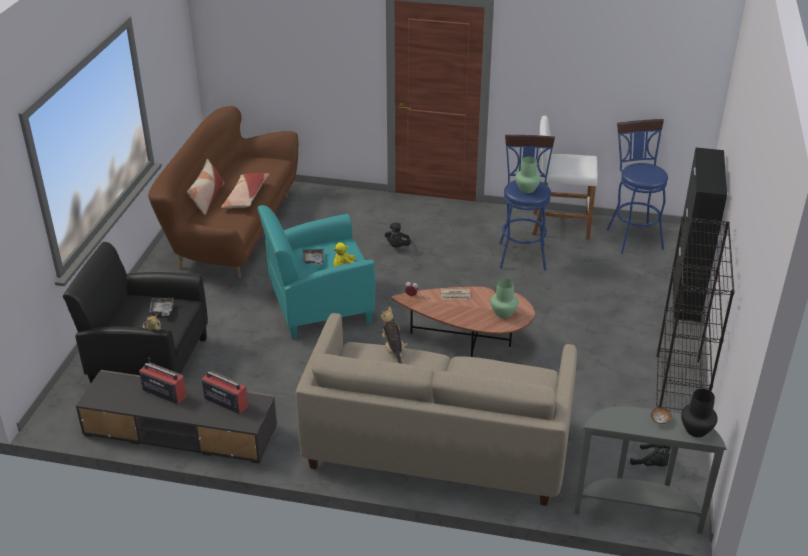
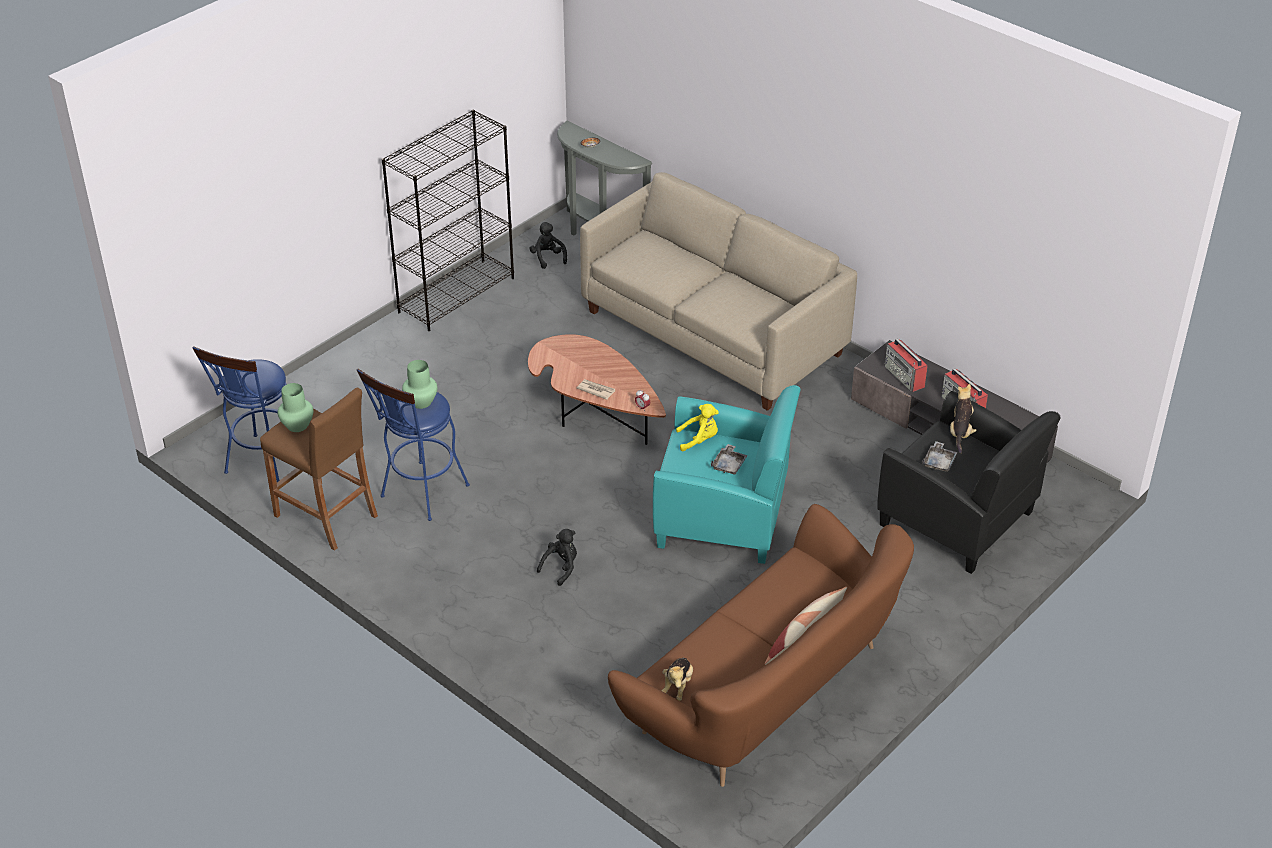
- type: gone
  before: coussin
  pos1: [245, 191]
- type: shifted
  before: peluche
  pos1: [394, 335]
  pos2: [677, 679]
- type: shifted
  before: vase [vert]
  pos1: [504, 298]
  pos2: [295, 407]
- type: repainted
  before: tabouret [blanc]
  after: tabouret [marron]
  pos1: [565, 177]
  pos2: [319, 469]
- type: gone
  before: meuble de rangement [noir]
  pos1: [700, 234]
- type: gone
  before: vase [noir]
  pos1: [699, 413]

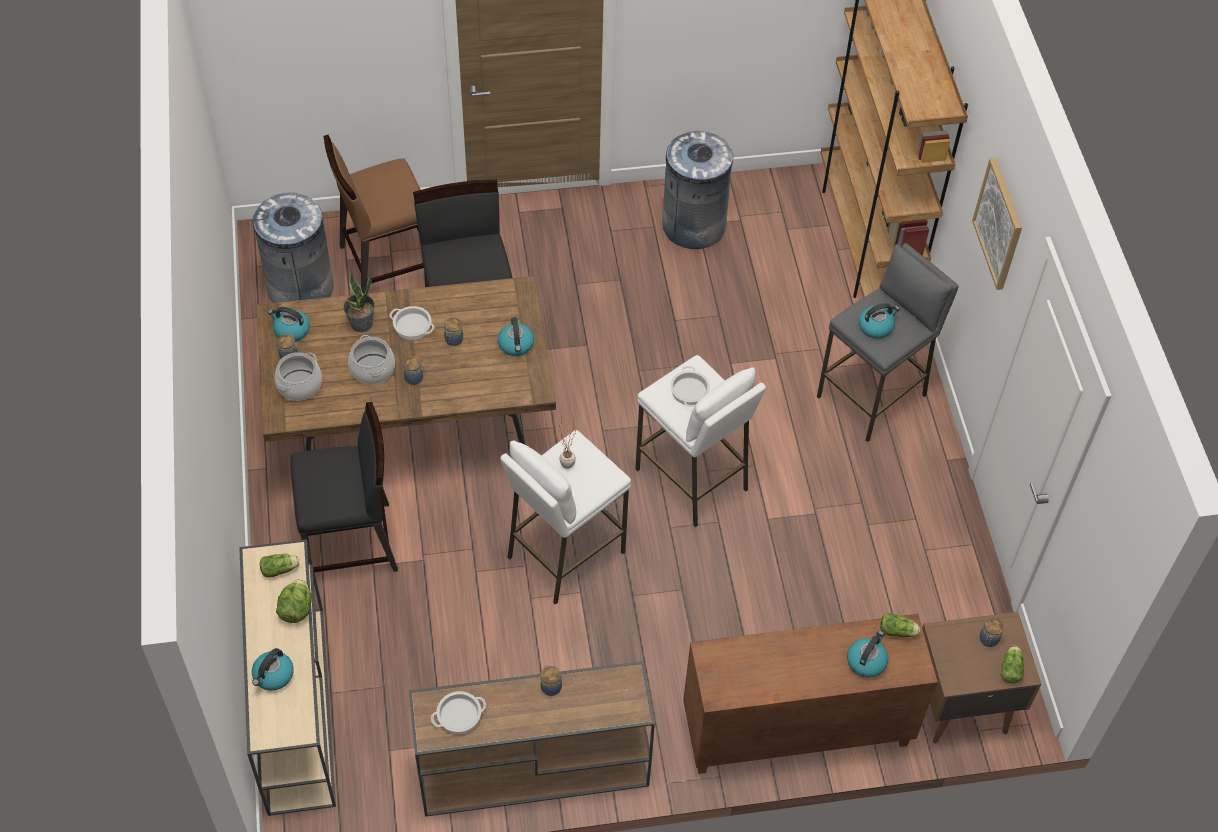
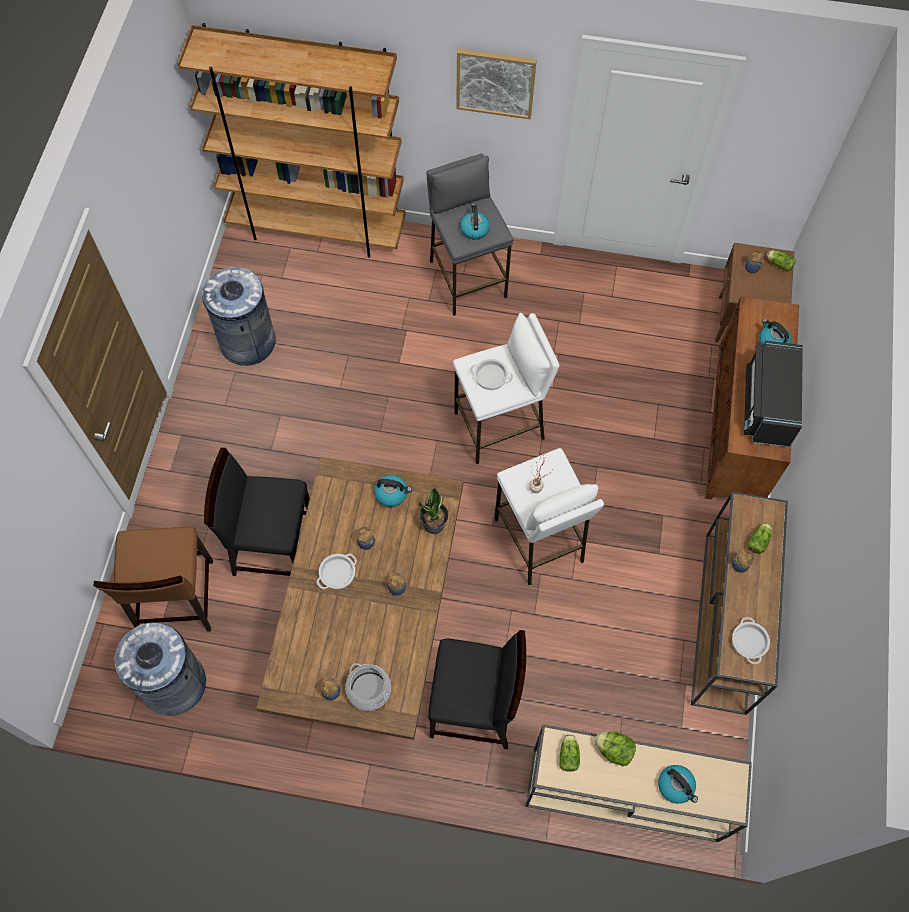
- type: gone
  before: bouilloire
  pos1: [289, 324]
- type: rotated
  before: chaise [noir]
  pos1: [344, 487]
  pos2: [477, 689]
  turn: 90
- type: shifted
  before: plante en pot
  pos1: [359, 301]
  pos2: [433, 511]
- type: gone
  before: marmite
  pos1: [371, 360]
- type: shifted
  before: laitue
  pos1: [900, 625]
  pos2: [759, 538]
- type: new
  after: micro-ondes [noir]
  pos2: [773, 394]

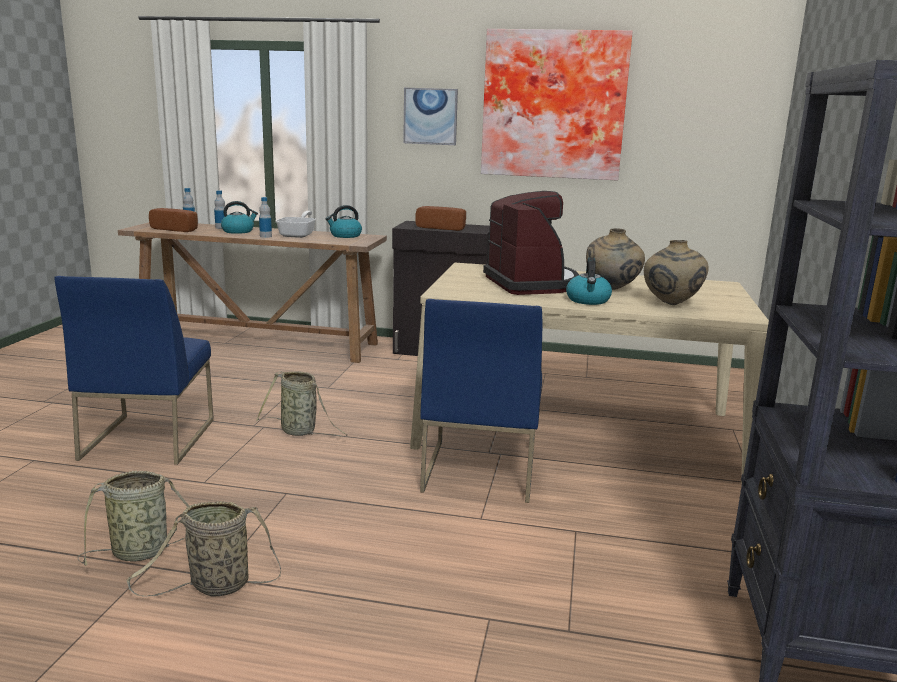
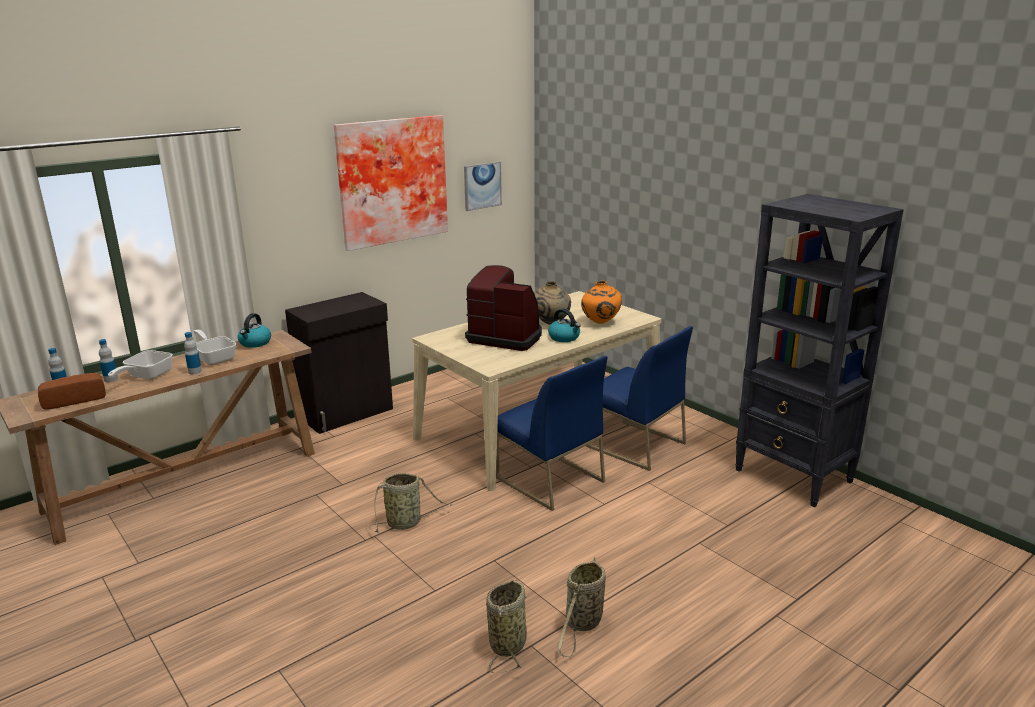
- type: shifted
  before: chaise [bleu]
  pos1: [134, 370]
  pos2: [639, 398]
- type: swapped
  before: bouilloire
  after: poêle
  pos1: [239, 217]
  pos2: [140, 364]
- type: shifted
  before: tableau
  pos1: [430, 116]
  pos2: [483, 186]
- type: gone
  before: pain
  pos1: [440, 218]
- type: repainted
  before: vase [beige]
  after: vase [orange]
  pos1: [676, 272]
  pos2: [601, 302]

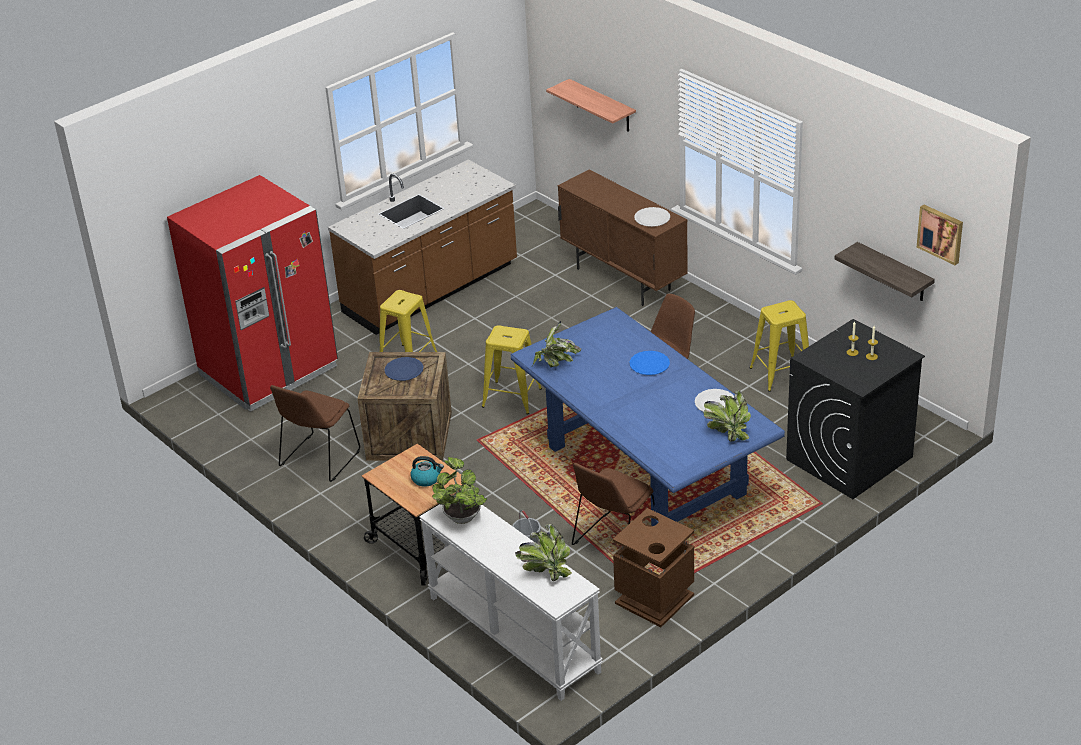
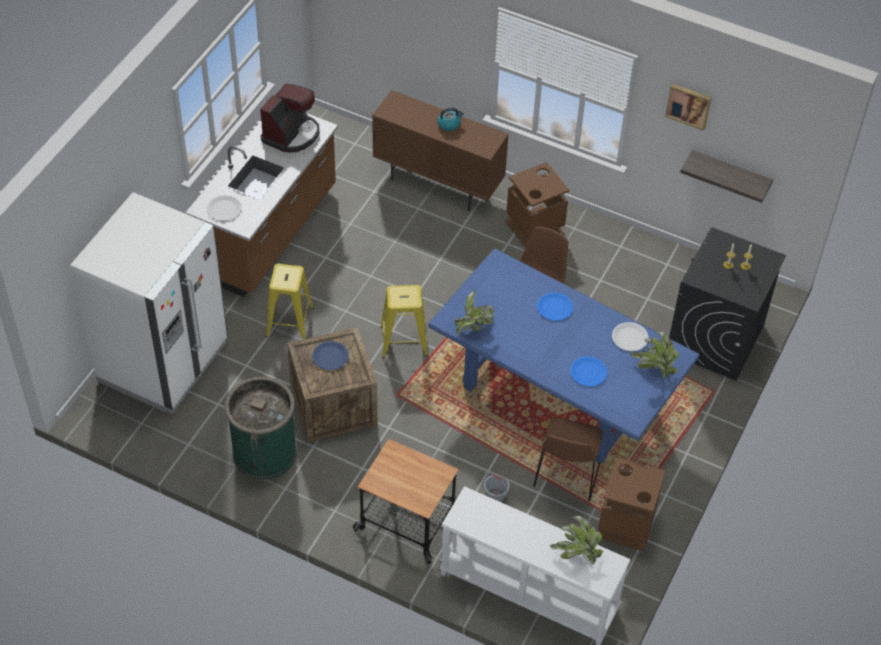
- type: repainted
  before: réfrigérateur [rouge]
  after: réfrigérateur [blanc]
  pos1: [252, 293]
  pos2: [149, 303]
- type: swapped
  before: chaise [marron]
  after: poubelle [vert]
  pos1: [315, 433]
  pos2: [261, 428]
- type: shifted
  before: bouilloire
  pos1: [427, 471]
  pos2: [450, 119]
- type: gone
  before: plante en pot
  pos1: [459, 490]
- type: gone
  before: étagère
  pos1: [591, 105]
- type: shifted
  before: assiette [blanc]
  pos1: [652, 217]
  pos2: [224, 208]
- type: gone
  before: tabouret [jaune]
  pos1: [779, 346]
- type: shifted
  before: tableau
  pos1: [940, 235]
  pos2: [688, 107]
- type: new
  after: machine à café
  pos2: [290, 118]
- type: new
  after: poubelle [marron]
  pos2: [537, 204]
- type: new
  after: assiette [bleu]
  pos2: [588, 371]

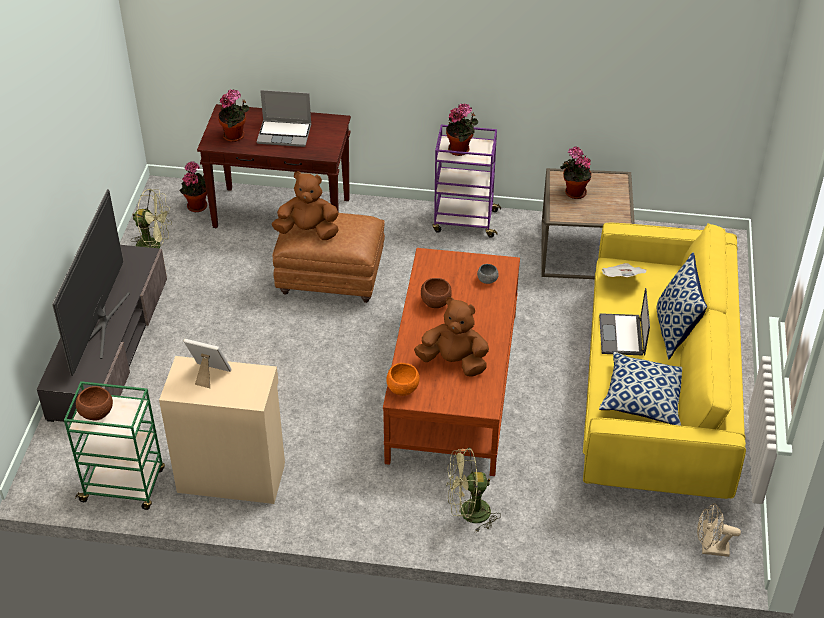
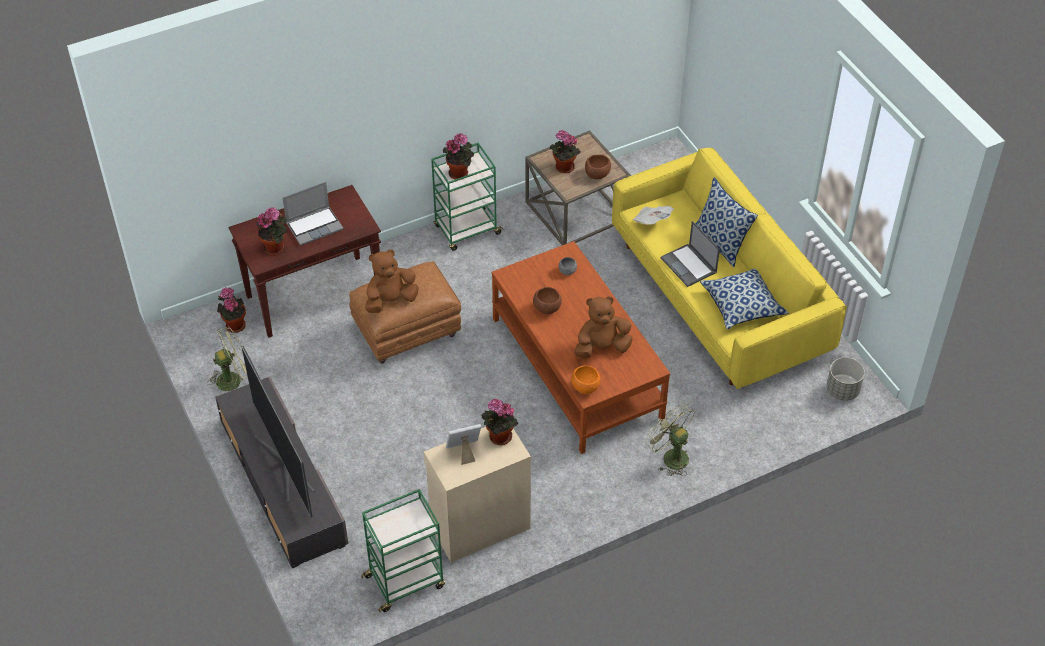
- type: shifted
  before: bol [marron]
  pos1: [94, 403]
  pos2: [598, 167]
- type: repainted
  before: chariot [violet]
  after: chariot [vert]
  pos1: [466, 181]
  pos2: [467, 197]
- type: rotated
  before: ventilateur [vert]
  pos1: [473, 490]
  pos2: [670, 439]
  turn: 90
- type: swapped
  before: ventilateur [beige]
  after: cache-pot [gris]
  pos1: [719, 530]
  pos2: [846, 379]
- type: new
  after: plante en pot
  pos2: [499, 422]

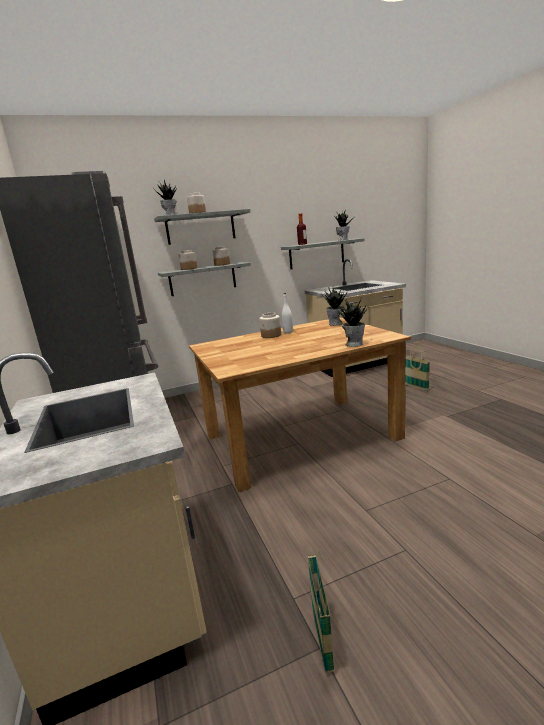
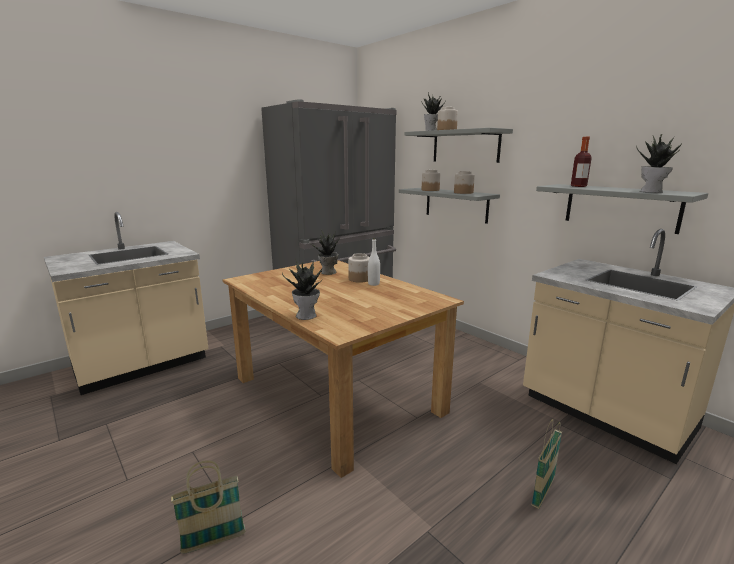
- type: shifted
  before: panier
  pos1: [321, 611]
  pos2: [208, 507]
- type: shifted
  before: plante en pot
  pos1: [334, 307]
  pos2: [325, 252]

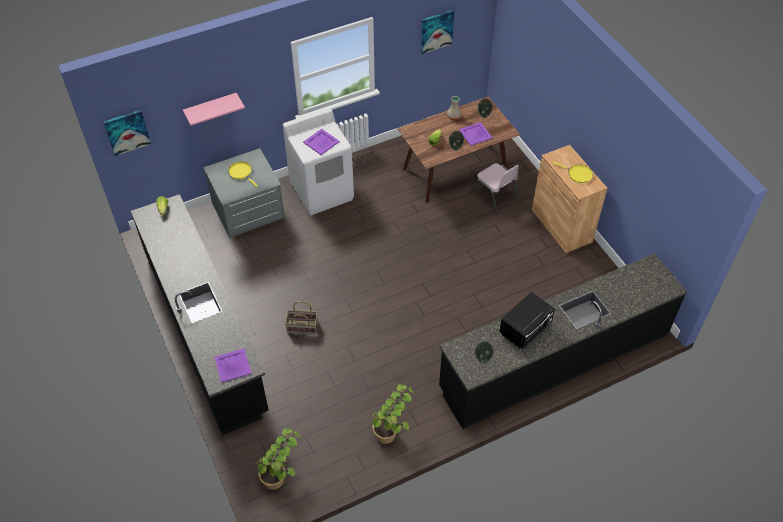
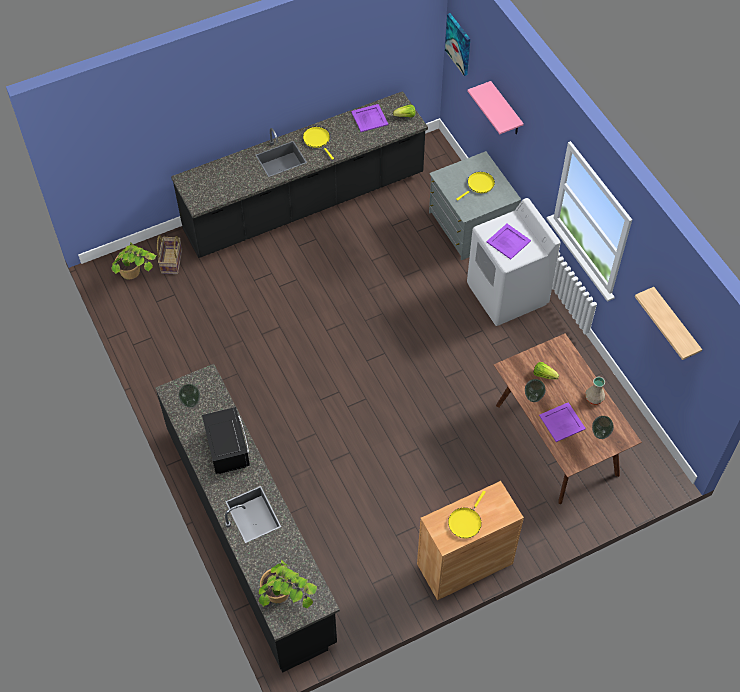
- type: shifted
  before: plateau [violet]
  pos1: [233, 365]
  pos2: [369, 118]
- type: shifted
  before: panier
  pos1: [301, 318]
  pos2: [169, 254]
- type: shifted
  before: plante en pot
  pos1: [392, 414]
  pos2: [288, 584]
- type: swapped
  before: tableau
  after: étagère
  pos1: [437, 32]
  pos2: [668, 323]
- type: gone
  before: chaise [rose]
  pos1: [494, 188]
- type: rotated
  before: micro-ondes [noir]
  pos1: [527, 320]
  pos2: [226, 440]
  turn: -150
- type: new
  after: poêle [jaune]
  pos2: [318, 143]

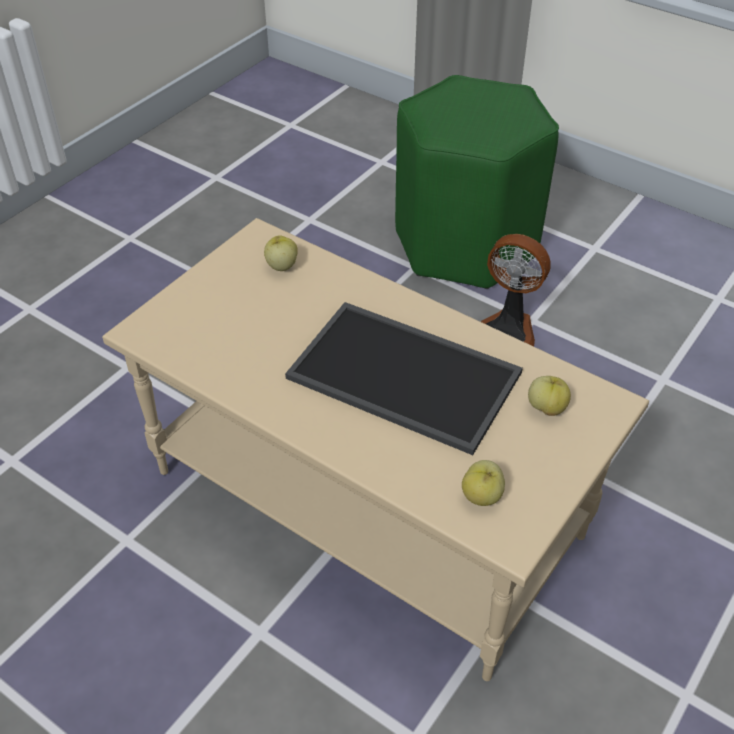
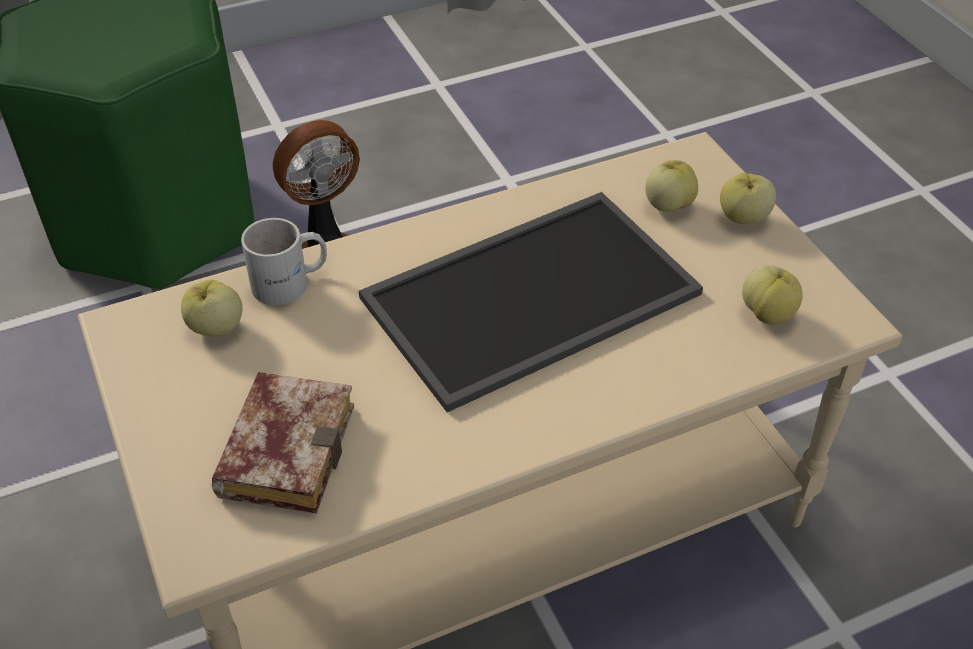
- type: new
  after: livre
  pos2: [283, 443]
- type: new
  after: mug [blanc]
  pos2: [284, 261]
- type: new
  after: pomme
  pos2: [748, 198]

